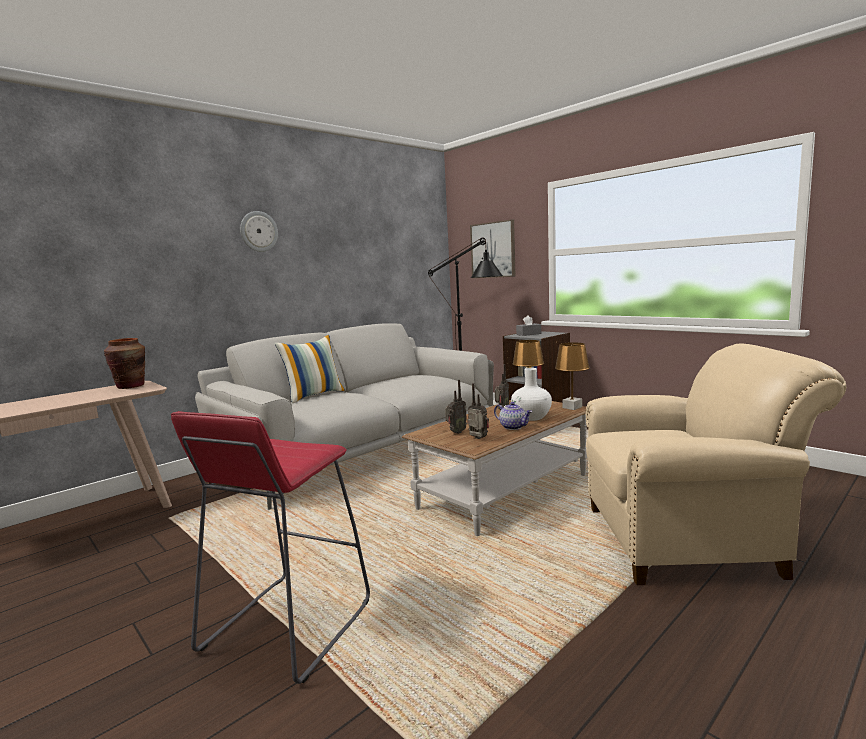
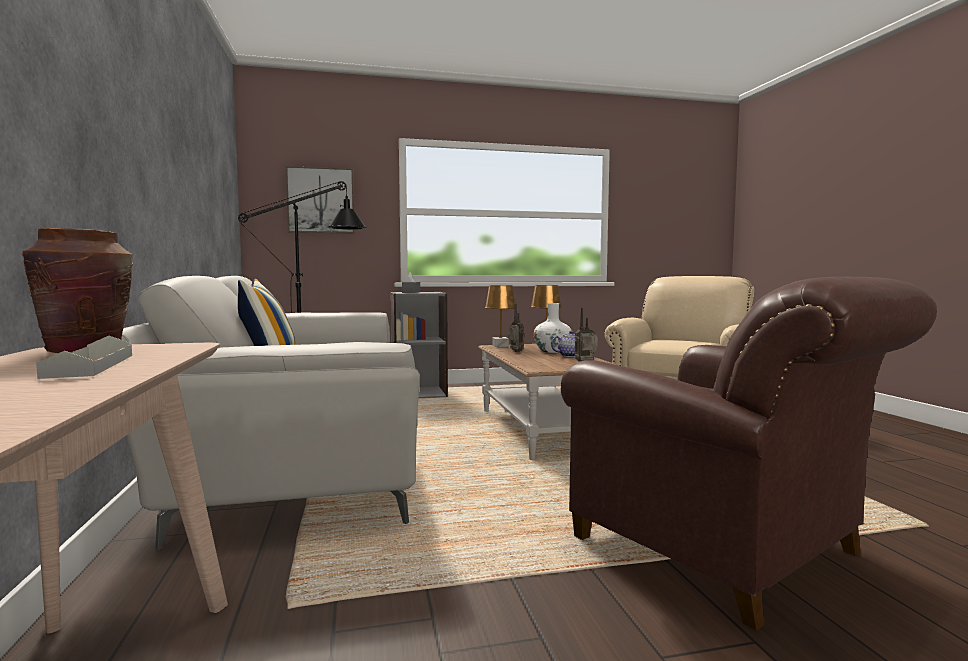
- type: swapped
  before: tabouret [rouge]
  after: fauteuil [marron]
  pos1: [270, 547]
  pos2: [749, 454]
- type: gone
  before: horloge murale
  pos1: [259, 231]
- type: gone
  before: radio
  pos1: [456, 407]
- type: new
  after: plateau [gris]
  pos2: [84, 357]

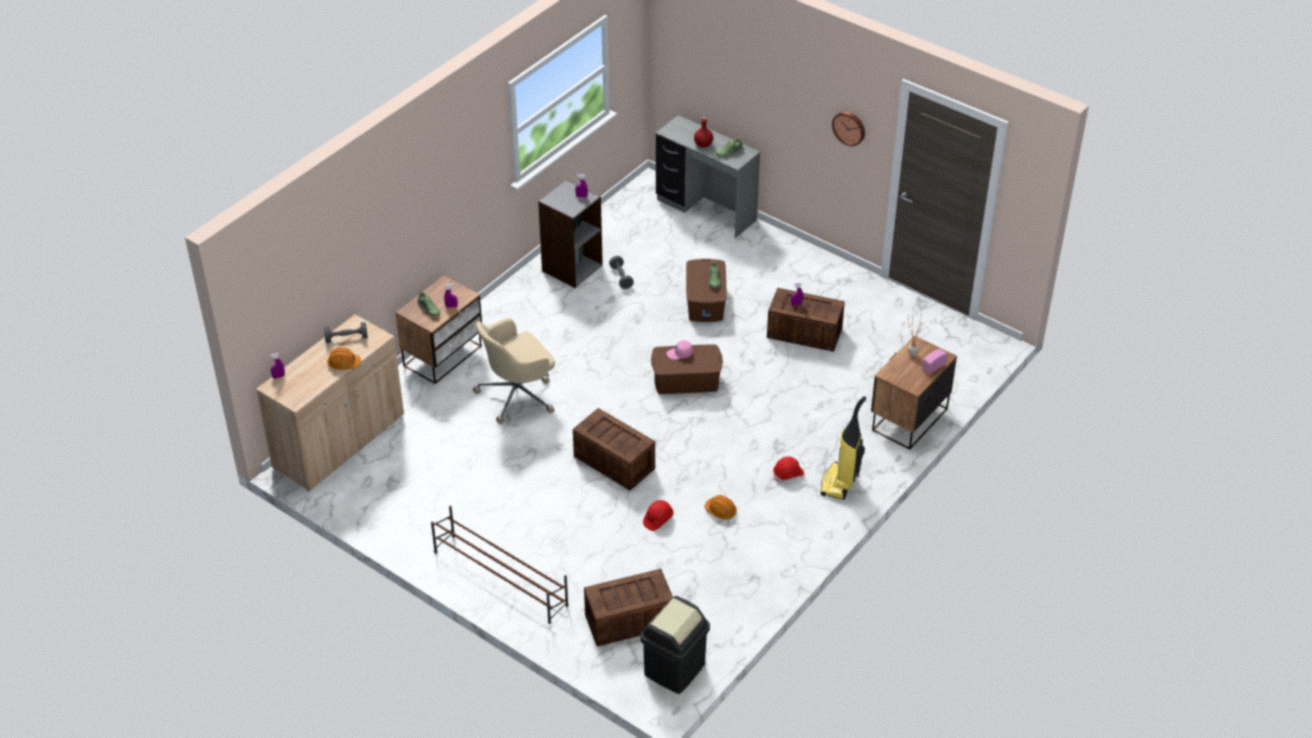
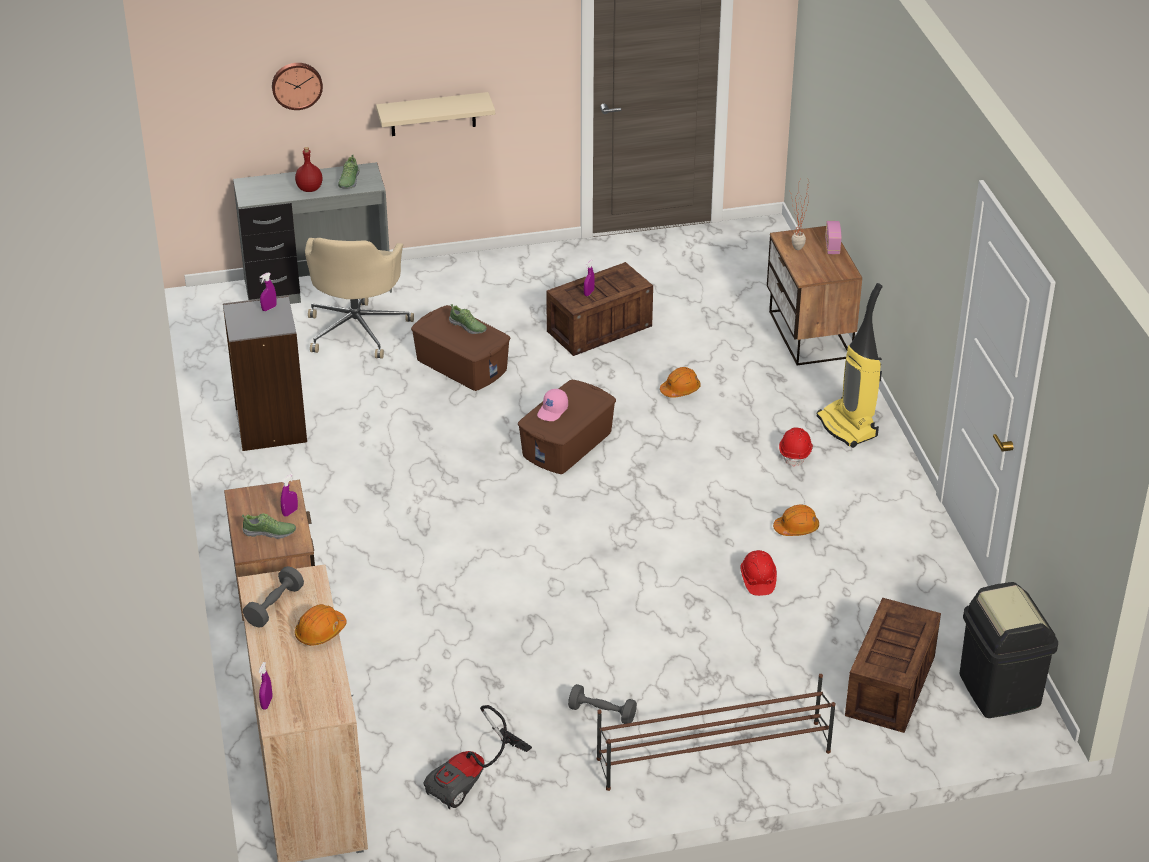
- type: shifted
  before: chaise de bureau [beige]
  pos1: [514, 371]
  pos2: [359, 298]
- type: gone
  before: caisse
  pos1: [614, 449]
- type: shifted
  before: haltère [gris]
  pos1: [621, 272]
  pos2: [602, 704]
- type: shifted
  before: horloge murale
  pos1: [848, 129]
  pos2: [297, 86]
- type: new
  after: étagère [beige]
  pos2: [435, 114]
- type: new
  after: aspirateur
  pos2: [478, 757]
- type: new
  after: casque de chantier [orange]
  pos2: [680, 382]

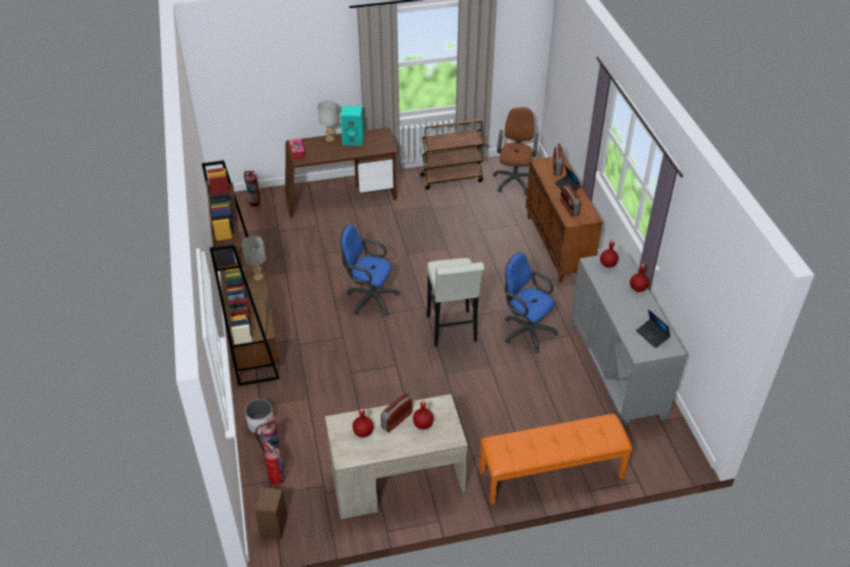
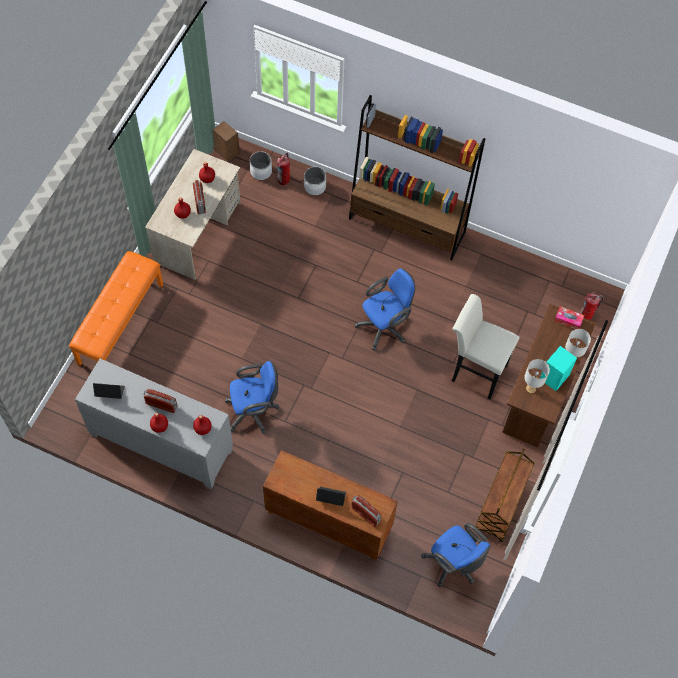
- type: shifted
  before: lampe de table [gris]
  pos1: [254, 258]
  pos2: [537, 376]
- type: swapped
  before: extincteur
  after: cache-pot [blanc]
  pos1: [273, 462]
  pos2: [261, 165]
- type: shifted
  before: tabouret [blanc]
  pos1: [455, 302]
  pos2: [486, 346]
- type: repainted
  before: chaise de bureau [marron]
  after: chaise de bureau [bleu]
  pos1: [515, 151]
  pos2: [456, 555]
- type: shifted
  before: radio
  pos1: [570, 200]
  pos2: [160, 401]

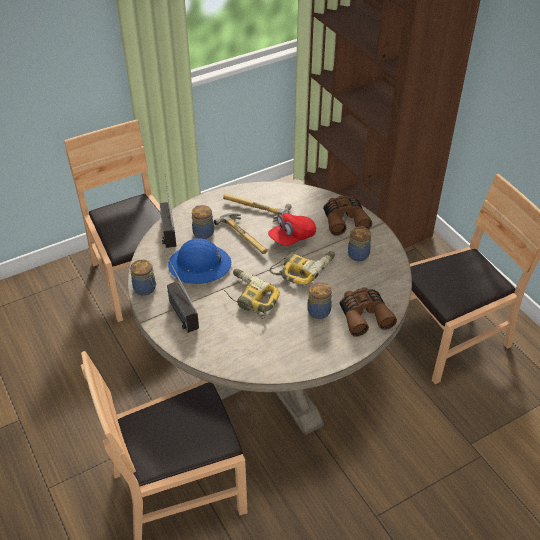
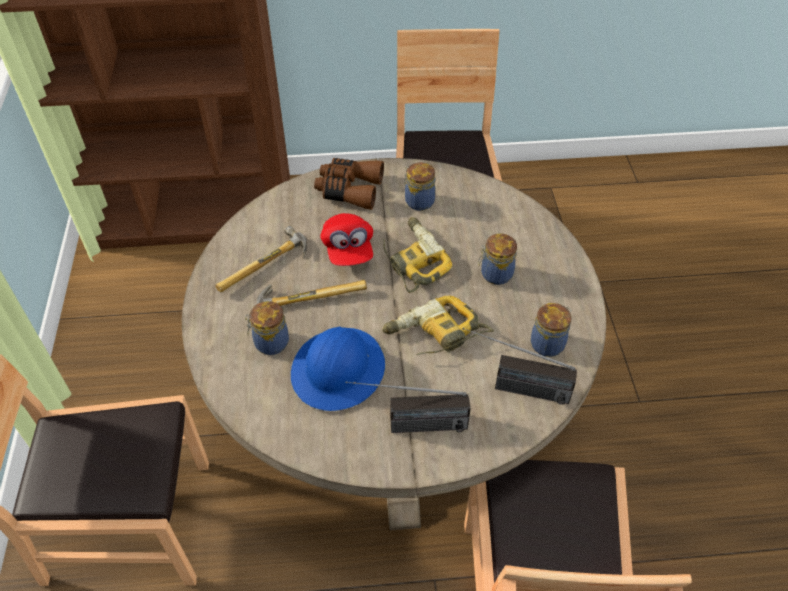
- type: shifted
  before: bocal
  pos1: [143, 277]
  pos2: [551, 330]
- type: shifted
  before: radio
  pos1: [168, 211]
  pos2: [520, 366]
- type: gone
  before: jumelles [marron]
  pos1: [368, 312]

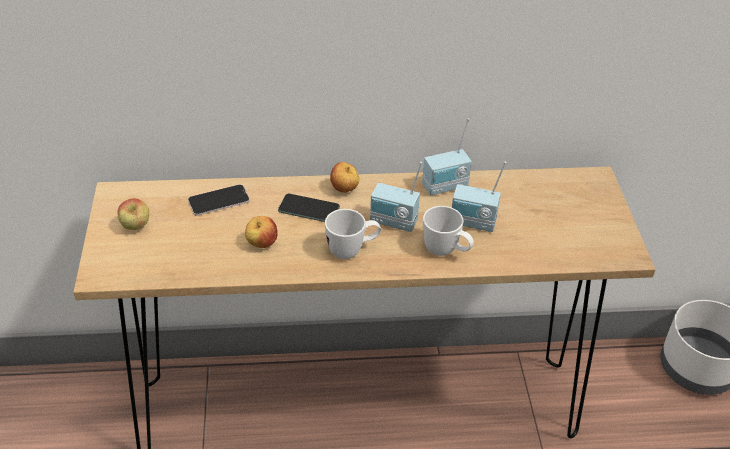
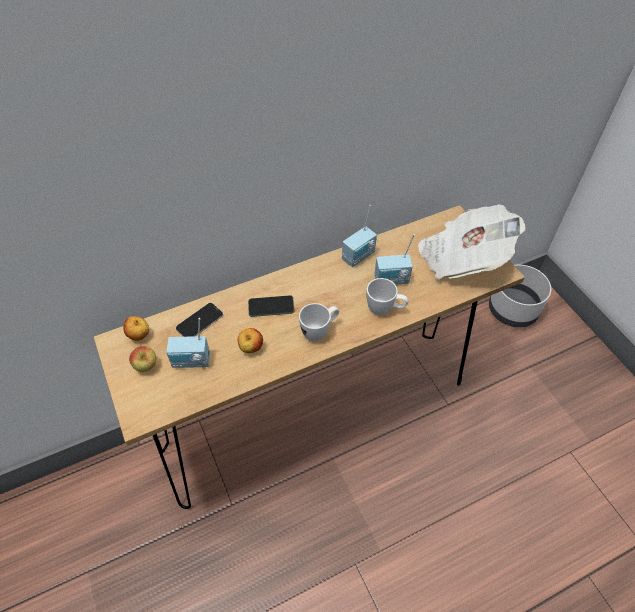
- type: shifted
  before: pomme
  pos1: [344, 177]
  pos2: [136, 328]
- type: shifted
  before: radio
  pos1: [396, 197]
  pos2: [188, 343]
- type: new
  after: journal
  pos2: [472, 242]

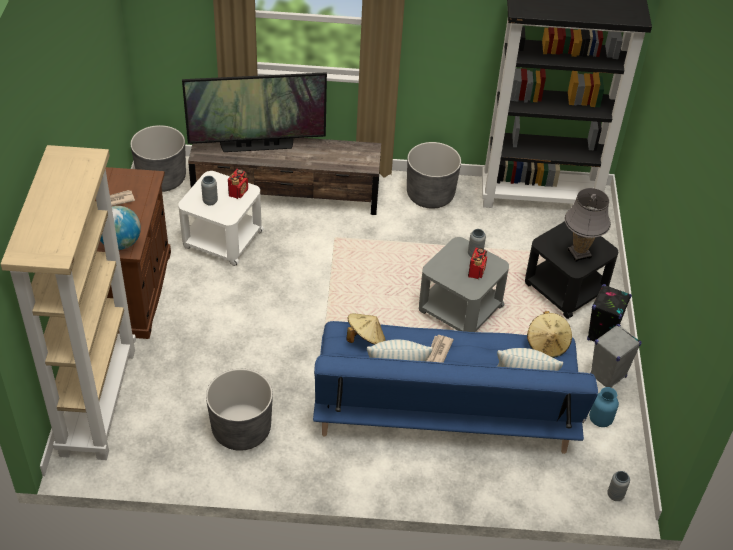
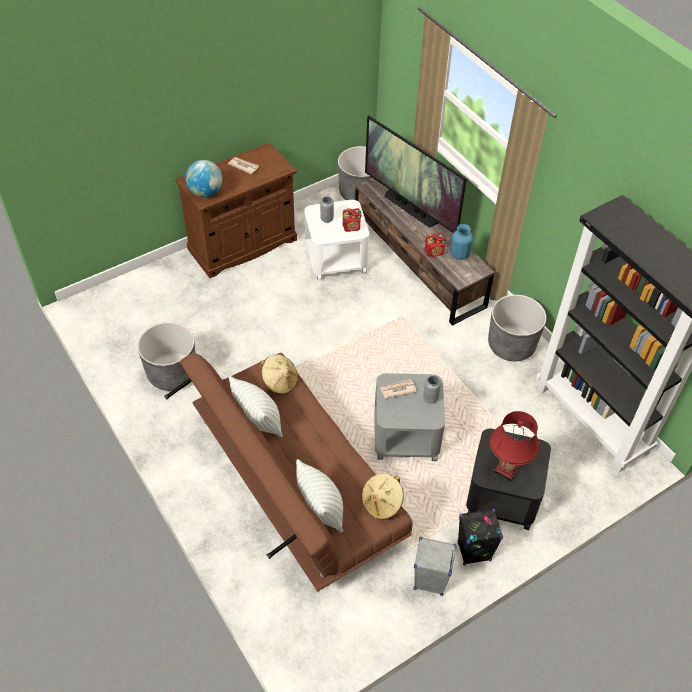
- type: gone
  before: bibliothèque [beige]
  pos1: [68, 302]
- type: repainted
  before: canapé [bleu]
  after: canapé [marron]
  pos1: [455, 387]
  pos2: [288, 472]
- type: shifted
  before: journal
  pos1: [440, 349]
  pos2: [398, 389]
- type: shifted
  before: radio
  pos1: [477, 263]
  pos2: [435, 245]
- type: repainted
  before: lampe de table [gris]
  after: lampe de table [rouge]
  pos1: [588, 225]
  pos2: [515, 446]
- type: shifted
  before: vase [bleu]
  pos1: [604, 407]
  pos2: [461, 242]
- type: gone
  before: vase [gris]
  pos1: [618, 486]

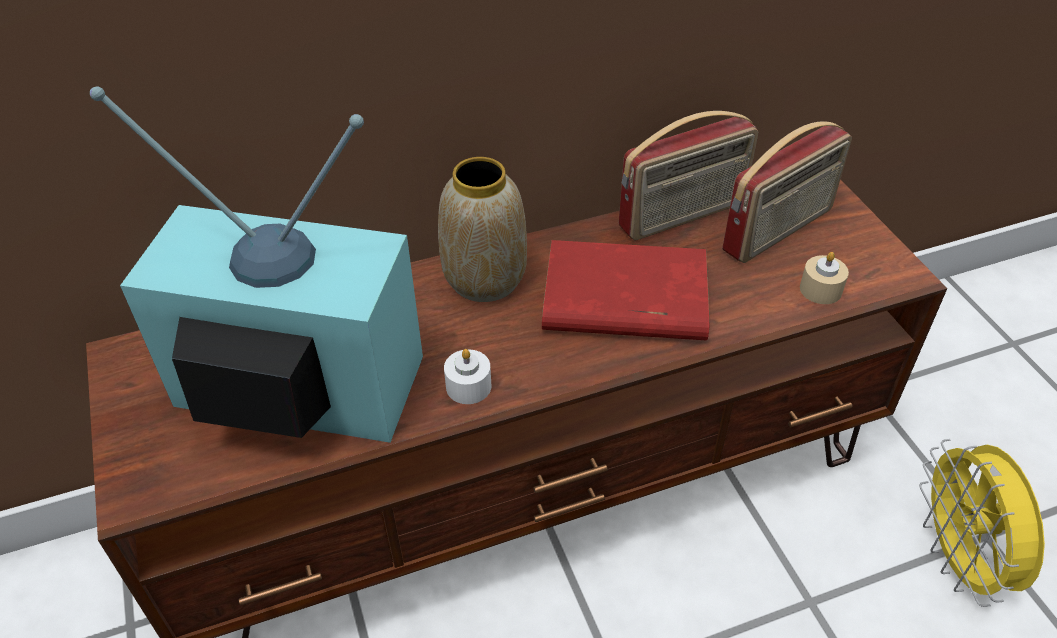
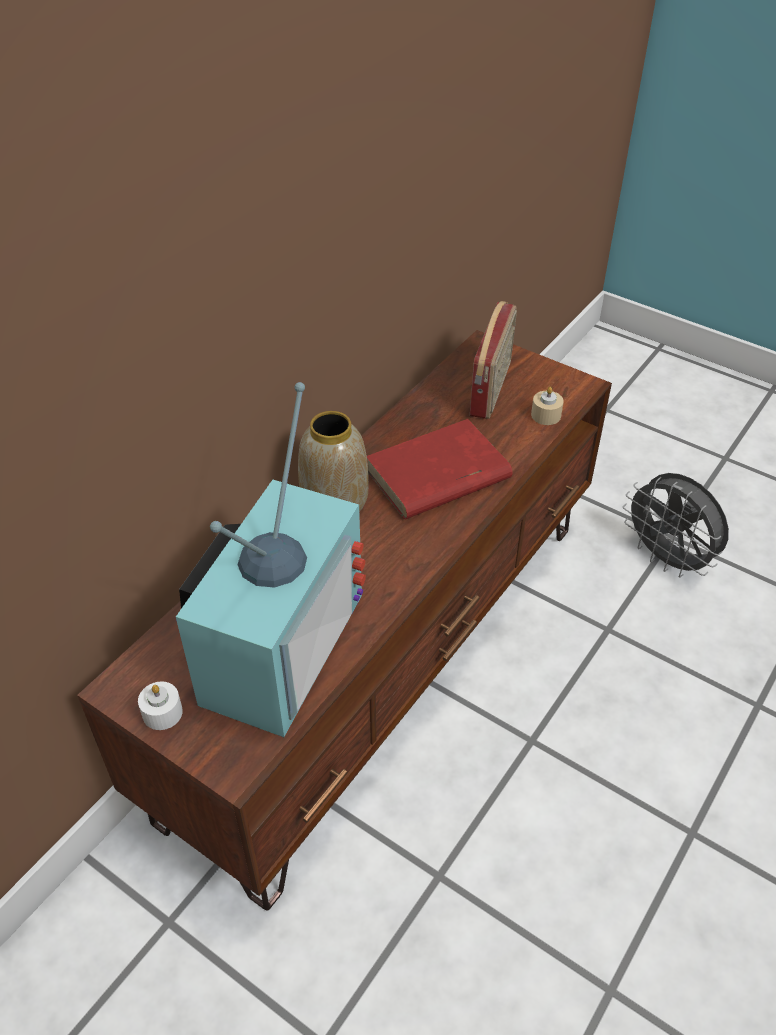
- type: rotated
  before: téléviseur
  pos1: [256, 264]
  pos2: [271, 559]
  turn: 135
- type: shifted
  before: bougie [blanc]
  pos1: [468, 376]
  pos2: [160, 705]
- type: gone
  before: radio
  pos1: [688, 175]
- type: repainted
  before: ventilateur [jaune]
  after: ventilateur [gris]
  pos1: [982, 523]
  pos2: [676, 525]

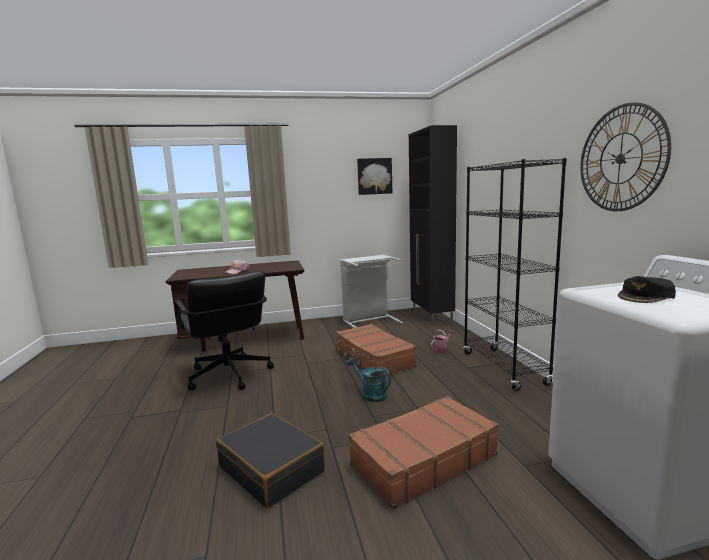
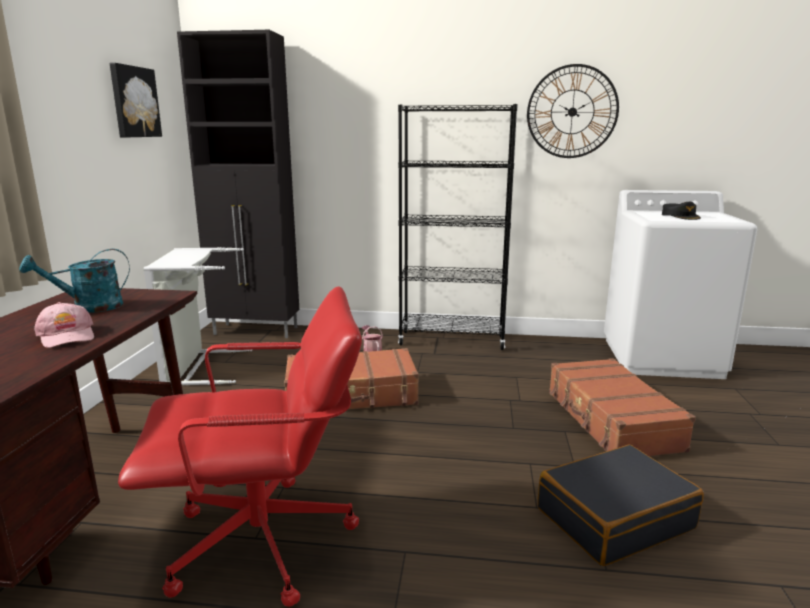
- type: repainted
  before: chaise de bureau [noir]
  after: chaise de bureau [rouge]
  pos1: [224, 330]
  pos2: [240, 446]
- type: shifted
  before: arrosoir [turquoise]
  pos1: [369, 379]
  pos2: [74, 281]

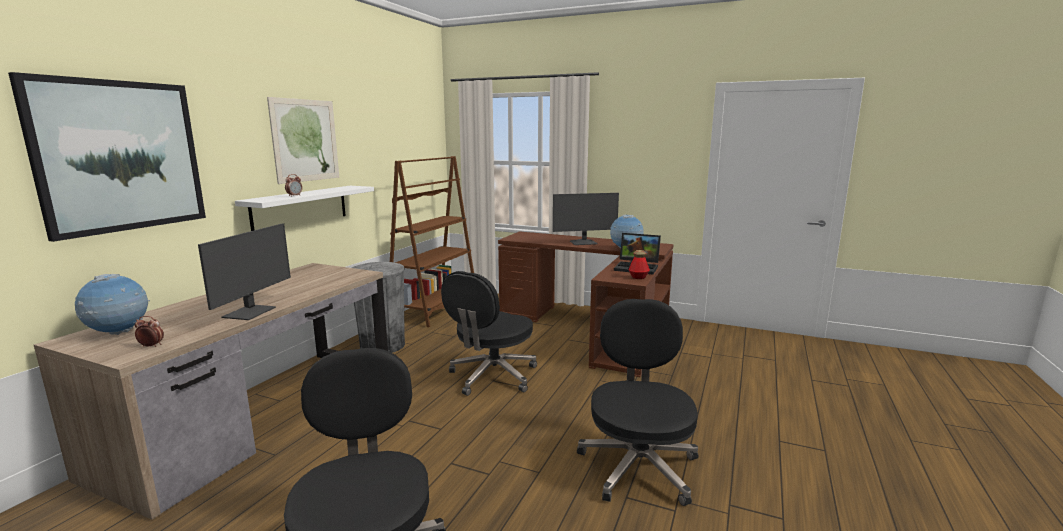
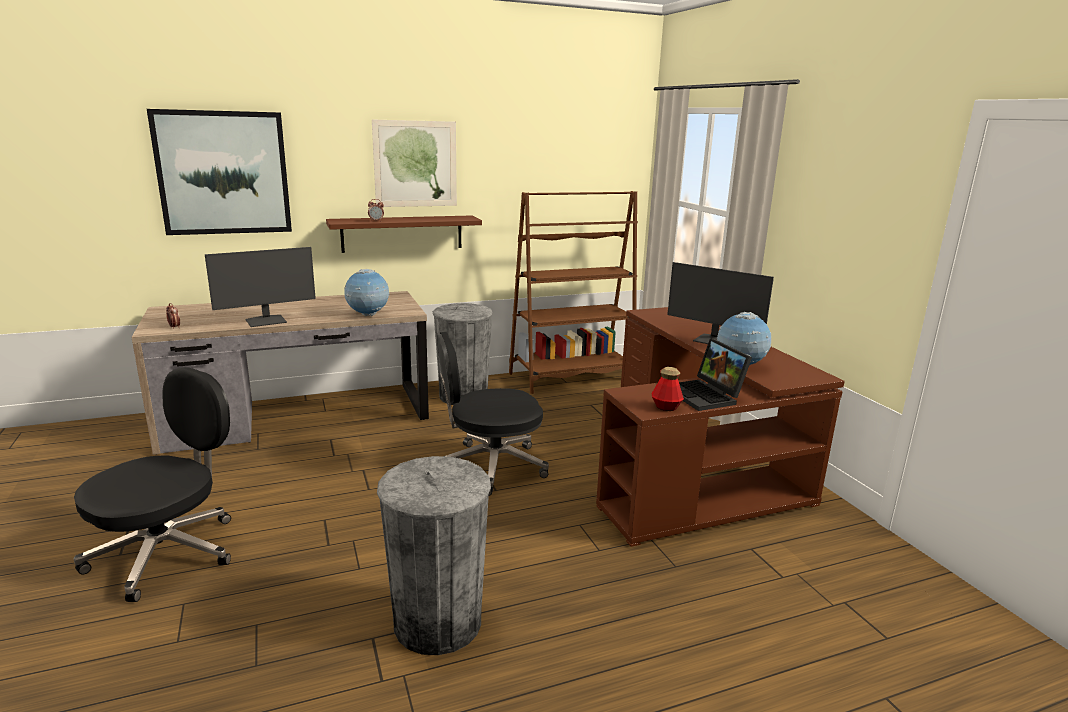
- type: shifted
  before: globe
  pos1: [112, 304]
  pos2: [367, 292]
- type: repainted
  before: étagère [blanc]
  after: étagère [marron]
  pos1: [304, 208]
  pos2: [404, 234]
- type: swapped
  before: chaise de bureau [noir]
  after: poubelle [gris]
  pos1: [637, 402]
  pos2: [434, 555]

